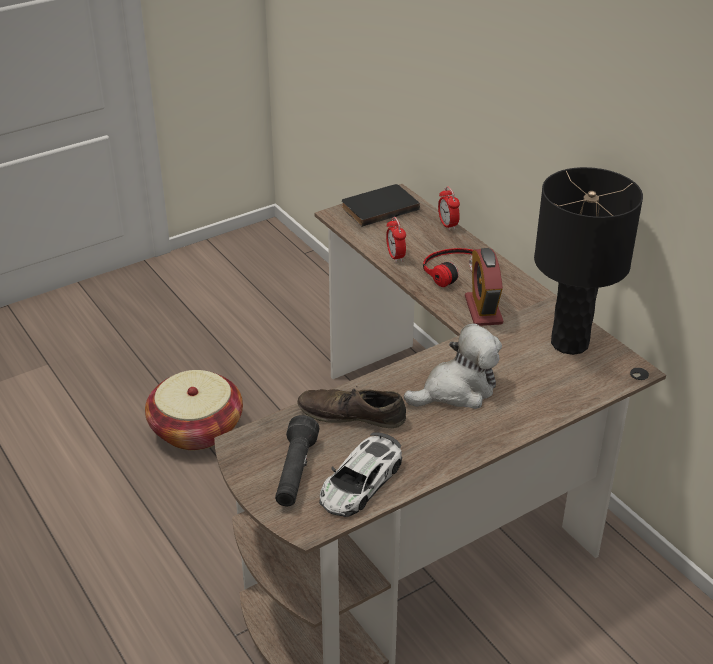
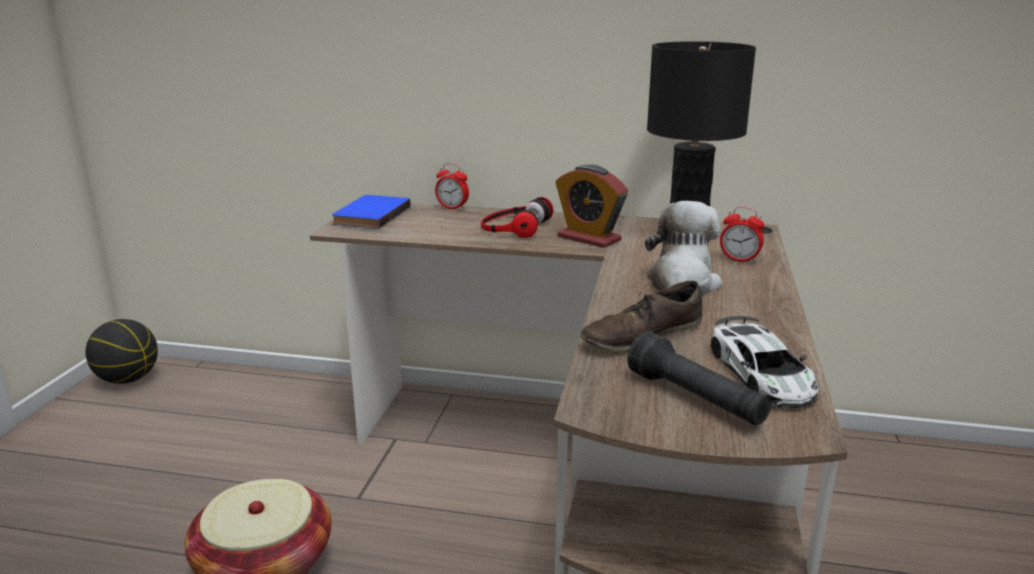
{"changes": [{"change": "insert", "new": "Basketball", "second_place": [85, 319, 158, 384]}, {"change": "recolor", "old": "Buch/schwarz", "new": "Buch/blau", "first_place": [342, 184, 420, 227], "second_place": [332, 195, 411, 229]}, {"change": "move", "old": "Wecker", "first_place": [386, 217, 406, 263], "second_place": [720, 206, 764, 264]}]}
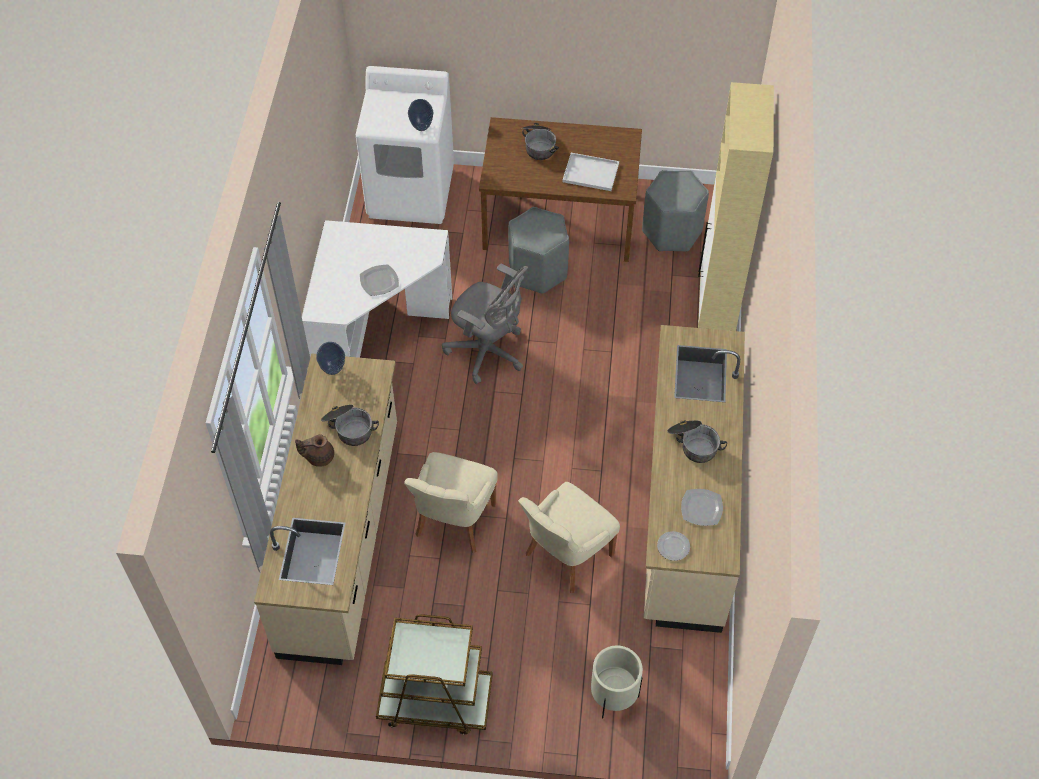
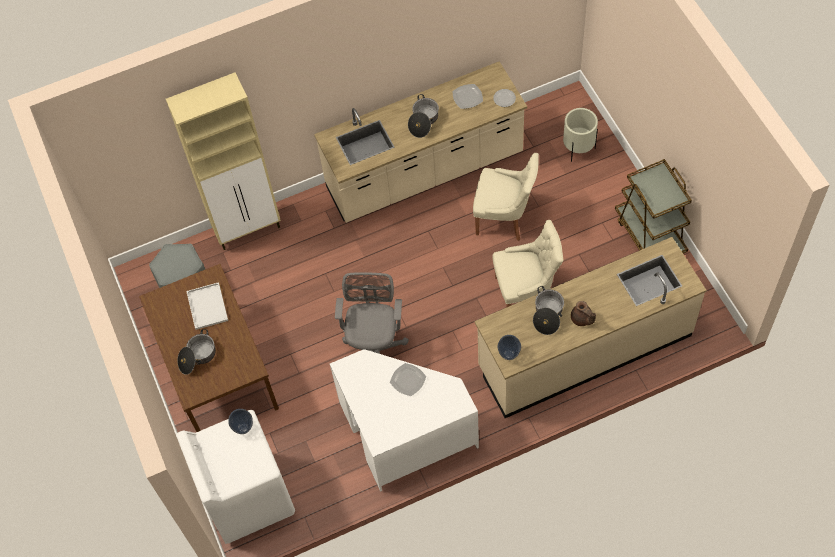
{"changes": [{"change": "delete", "old": "Hocker/grau", "first_place": [508, 207, 569, 293]}]}
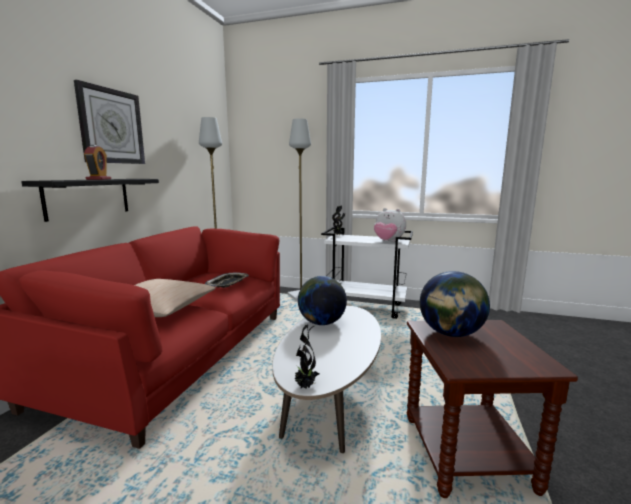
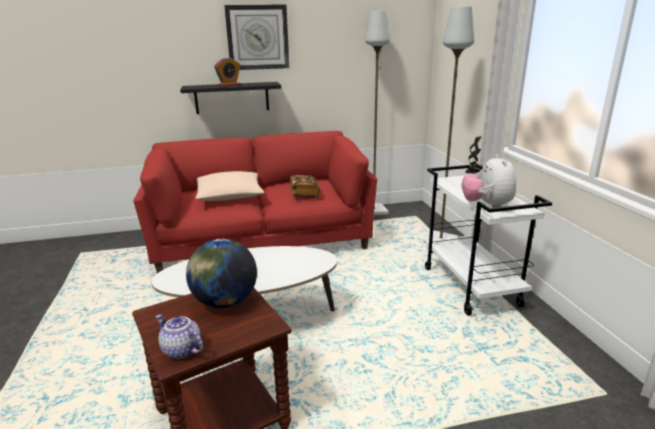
{"changes": [{"change": "insert", "new": "Teekanne", "second_place": [156, 315, 203, 359]}, {"change": "replace", "old": "Tablett", "new": "Buch", "first_place": [205, 272, 249, 288], "second_place": [290, 175, 320, 198]}, {"change": "delete", "old": "Topfpflanze", "first_place": [294, 324, 319, 389]}, {"change": "delete", "old": "Globus", "first_place": [298, 276, 347, 325]}]}
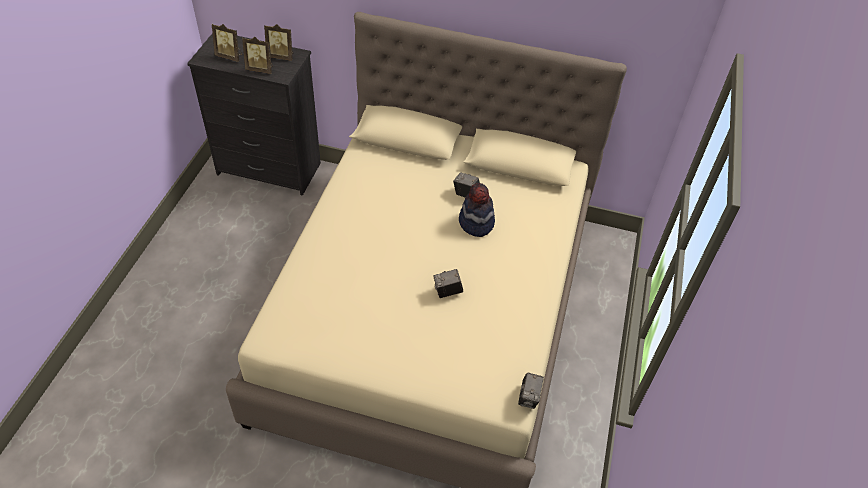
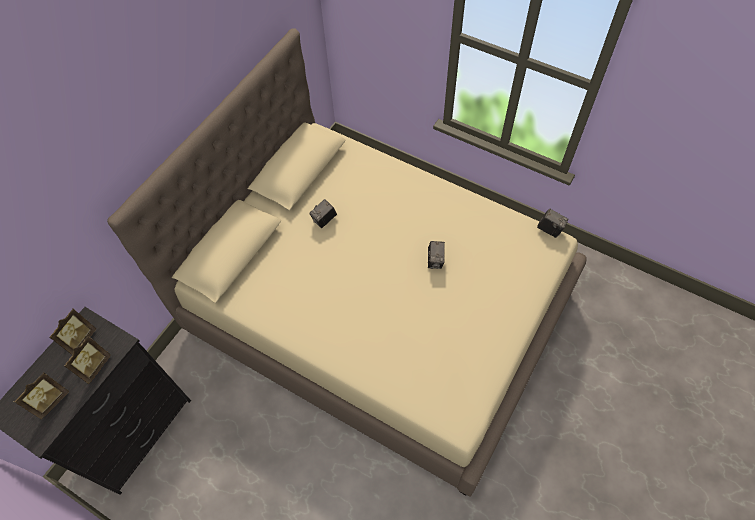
{"changes": [{"change": "delete", "old": "Hut", "first_place": [459, 183, 495, 237]}]}
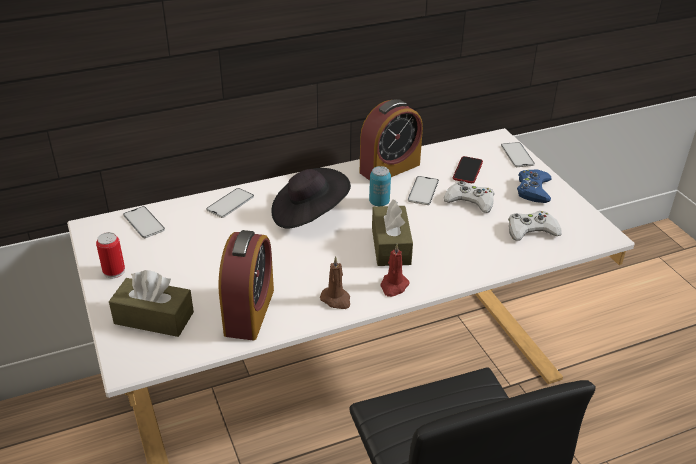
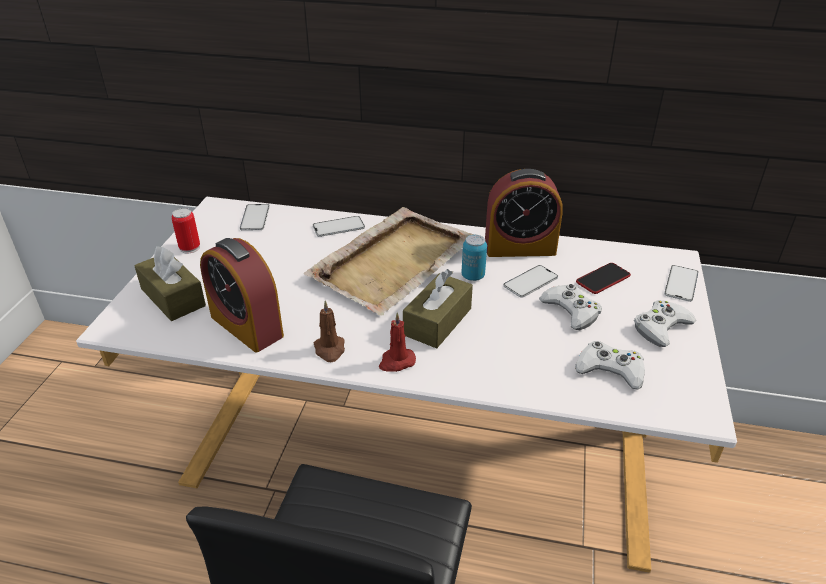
{"changes": [{"change": "rotate", "old": "Wecker", "first_place": [218, 230, 274, 340], "second_place": [200, 238, 284, 352], "degrees": 90}, {"change": "replace", "old": "Hut/schwarz", "new": "Tablett/beige", "first_place": [272, 168, 351, 229], "second_place": [304, 207, 473, 315]}, {"change": "recolor", "old": "Gamepad/blau", "new": "Gamepad/weiß", "first_place": [517, 170, 552, 203], "second_place": [634, 300, 696, 347]}]}
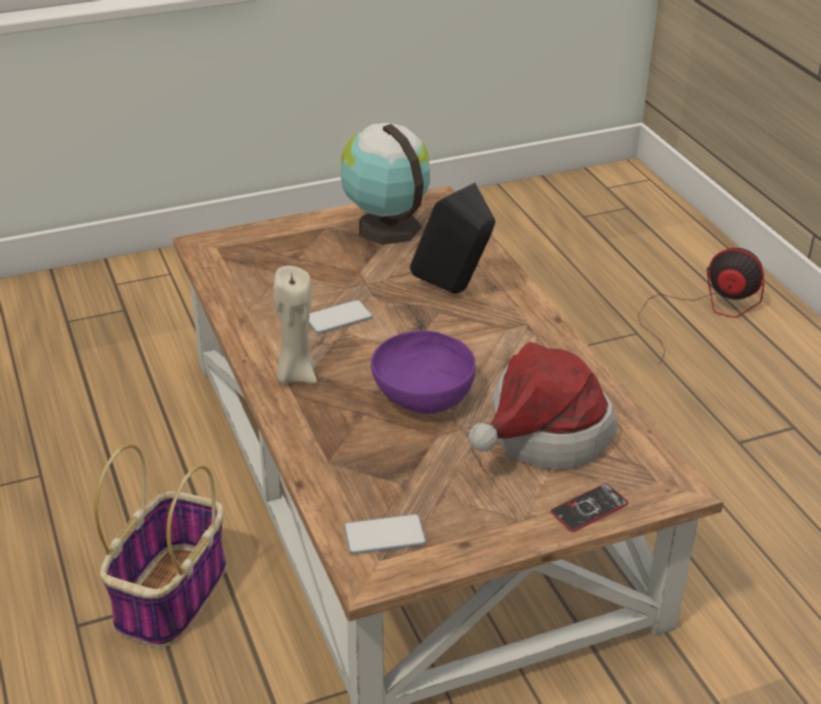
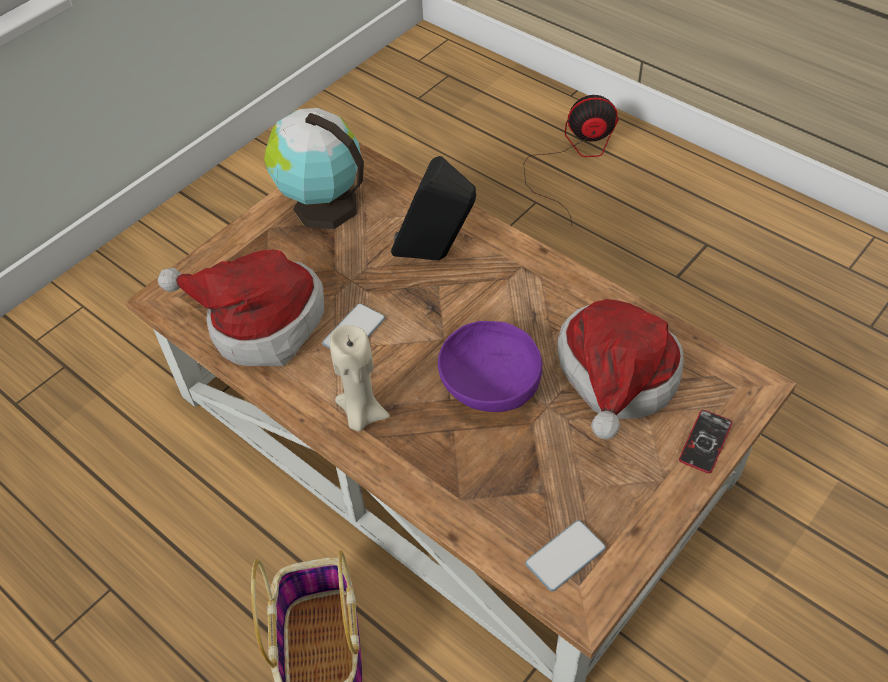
{"changes": [{"change": "insert", "new": "Hut", "second_place": [158, 249, 324, 366]}]}
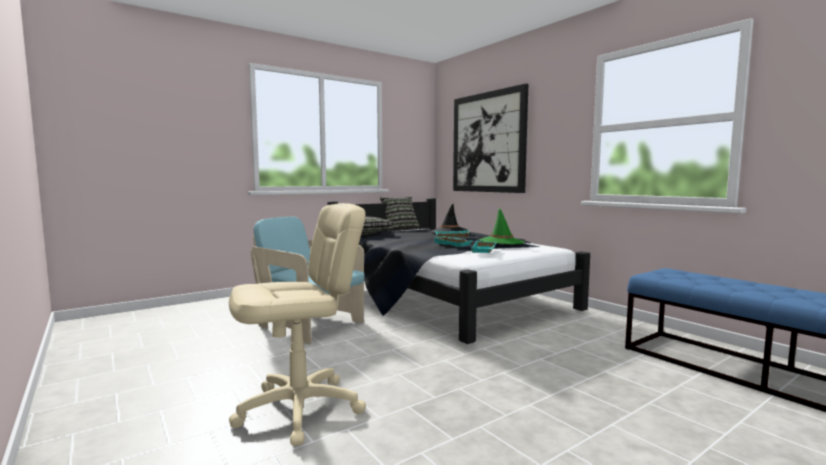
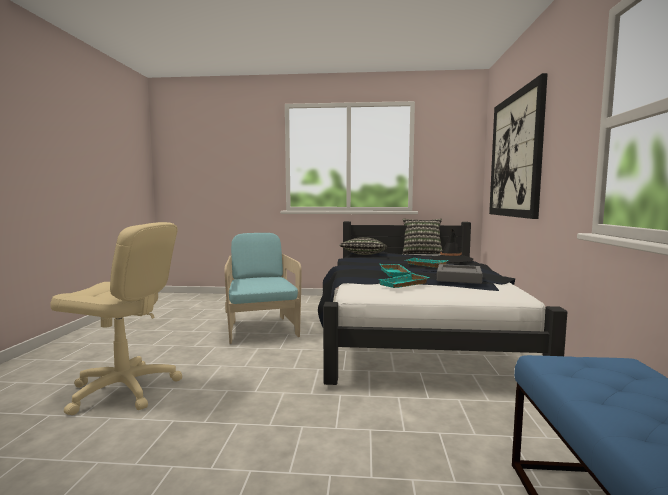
{"changes": [{"change": "replace", "old": "Hut/grün", "new": "Tablett/grau", "first_place": [479, 208, 525, 244], "second_place": [437, 264, 482, 284]}]}
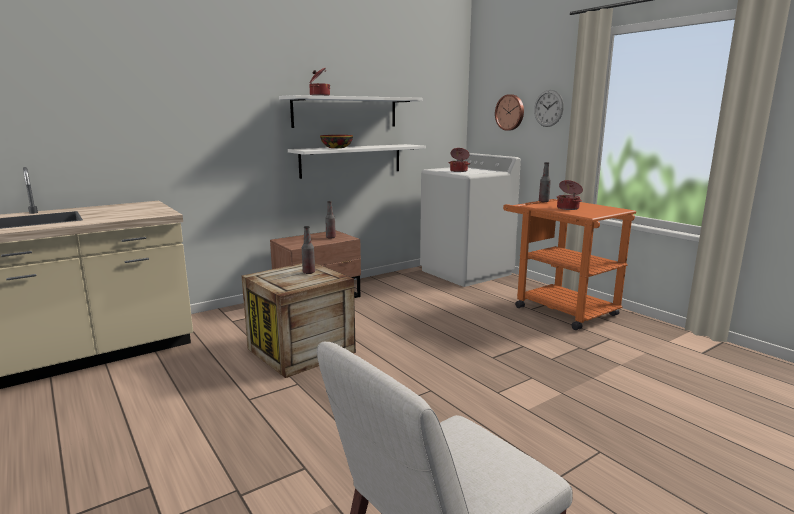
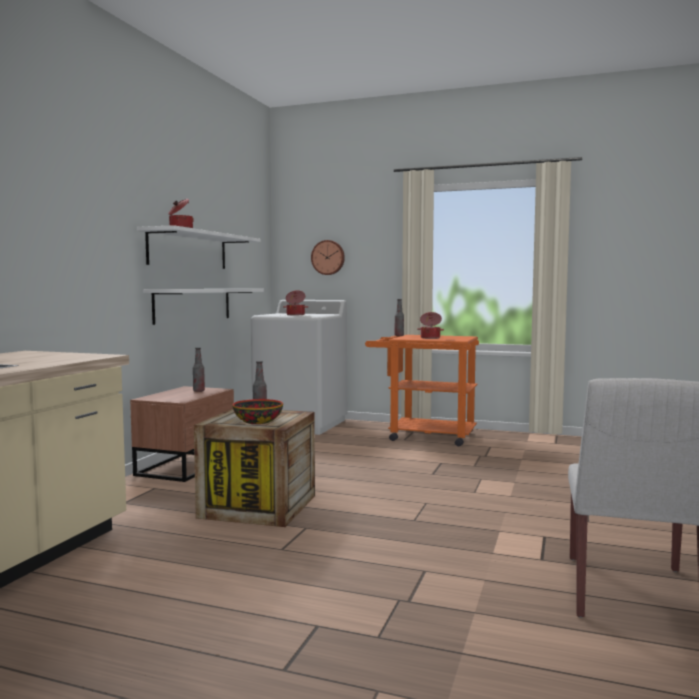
{"changes": [{"change": "move", "old": "Schüssel", "first_place": [320, 135, 353, 148], "second_place": [232, 399, 283, 424]}, {"change": "delete", "old": "Wanduhr", "first_place": [534, 90, 564, 127]}]}
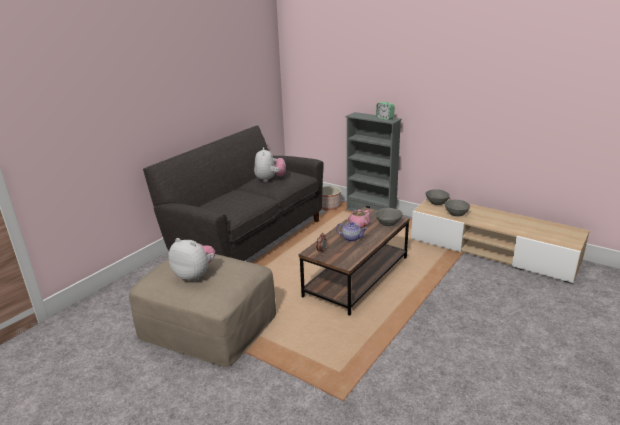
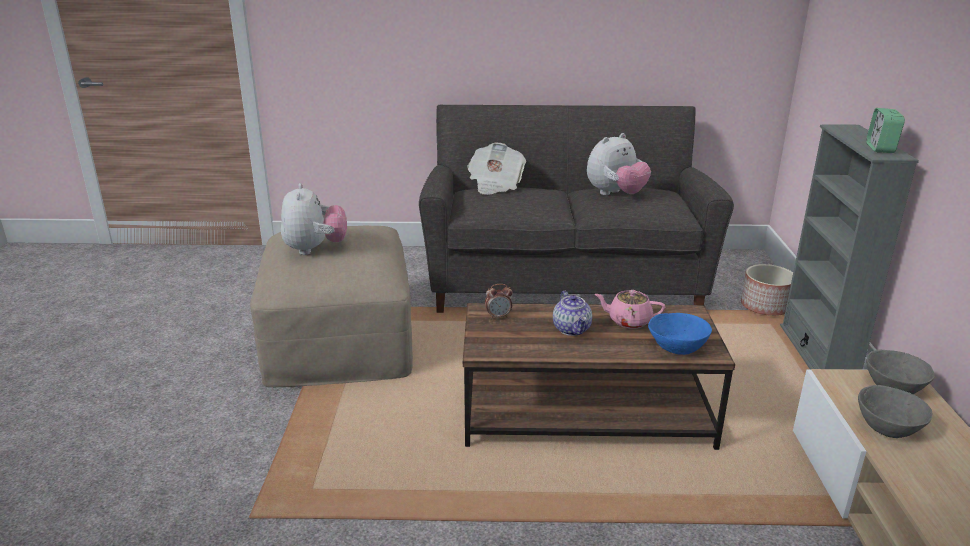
{"changes": [{"change": "insert", "new": "Zeitung", "second_place": [467, 143, 526, 195]}, {"change": "recolor", "old": "Schüssel/grau", "new": "Schüssel/blau", "first_place": [375, 208, 403, 226], "second_place": [648, 313, 712, 355]}]}
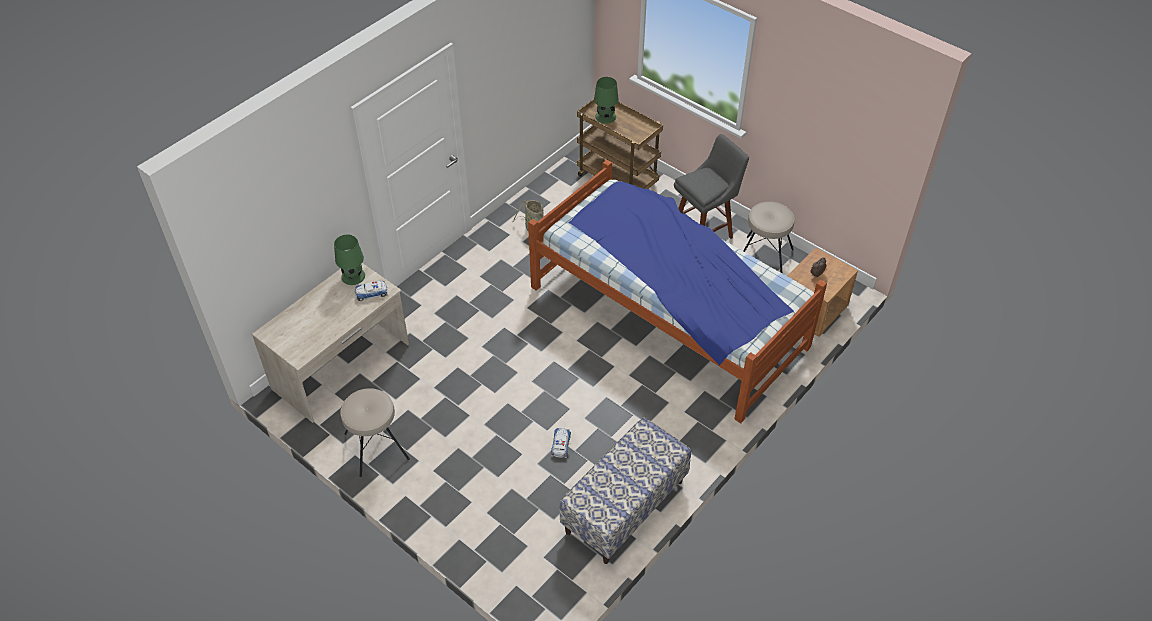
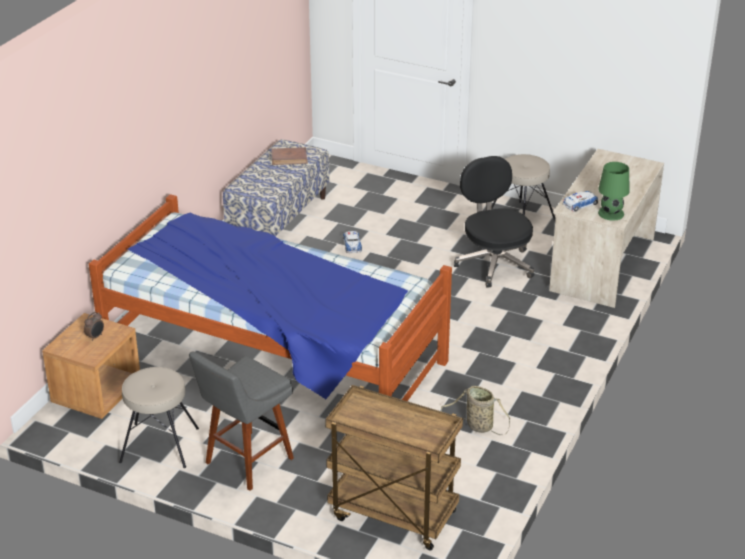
{"changes": [{"change": "insert", "new": "Buch/braun", "second_place": [271, 147, 308, 165]}, {"change": "insert", "new": "Bürostuhl/schwarz", "second_place": [454, 156, 534, 288]}, {"change": "delete", "old": "Tischlampe/grün", "first_place": [594, 77, 619, 124]}]}
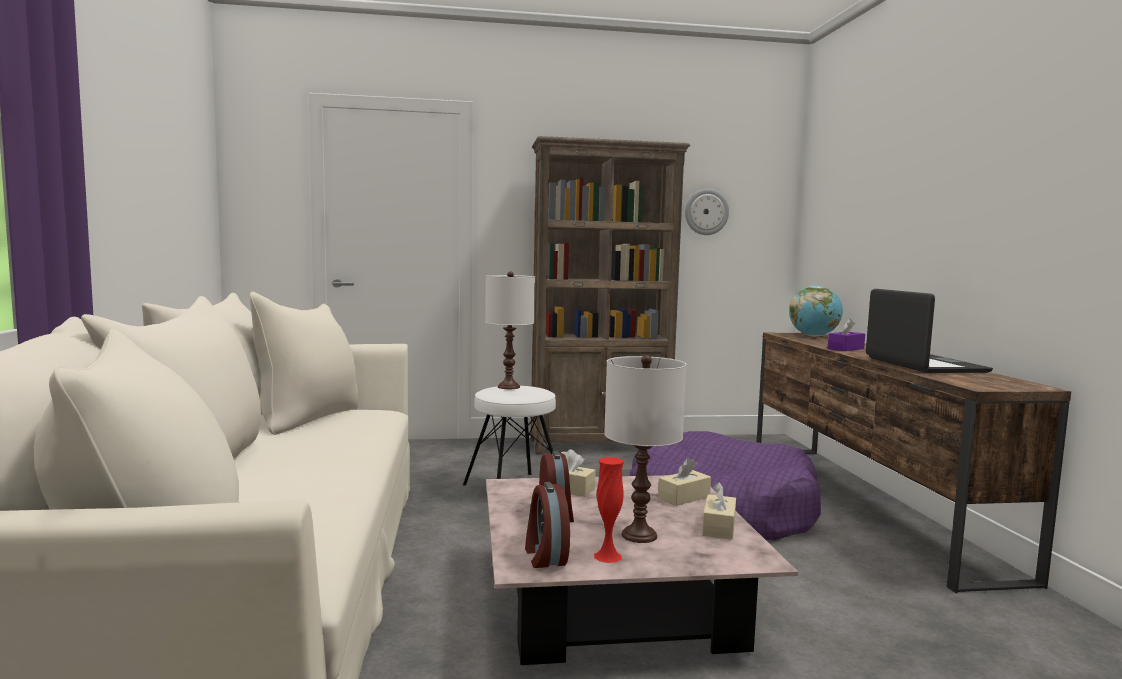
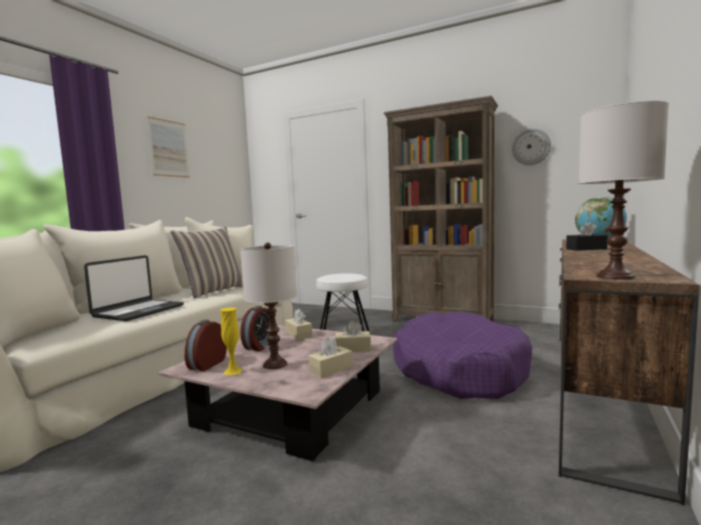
{"changes": [{"change": "move", "old": "Laptop", "first_place": [866, 289, 993, 373], "second_place": [84, 255, 184, 321]}, {"change": "insert", "new": "Bild", "second_place": [147, 116, 190, 178]}, {"change": "insert", "new": "Kissen", "second_place": [171, 227, 243, 299]}, {"change": "recolor", "old": "Vase/rot", "new": "Vase/gelb", "first_place": [594, 457, 624, 563], "second_place": [220, 307, 243, 375]}, {"change": "recolor", "old": "Taschentuchbox/lila", "new": "Taschentuchbox/schwarz", "first_place": [828, 318, 865, 351], "second_place": [566, 222, 608, 251]}, {"change": "move", "old": "Tischlampe/weiß", "first_place": [485, 272, 535, 389], "second_place": [578, 101, 669, 280]}]}
